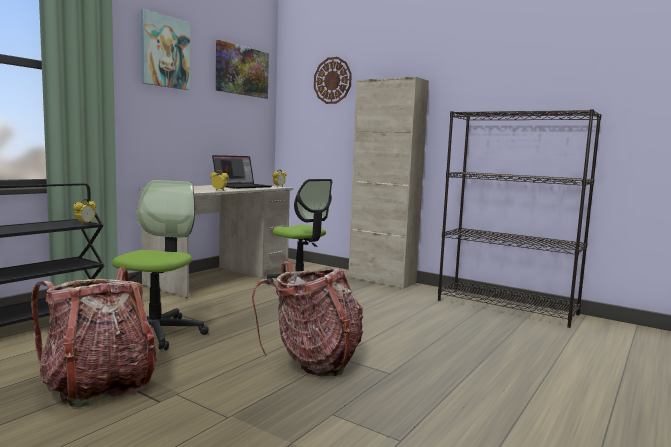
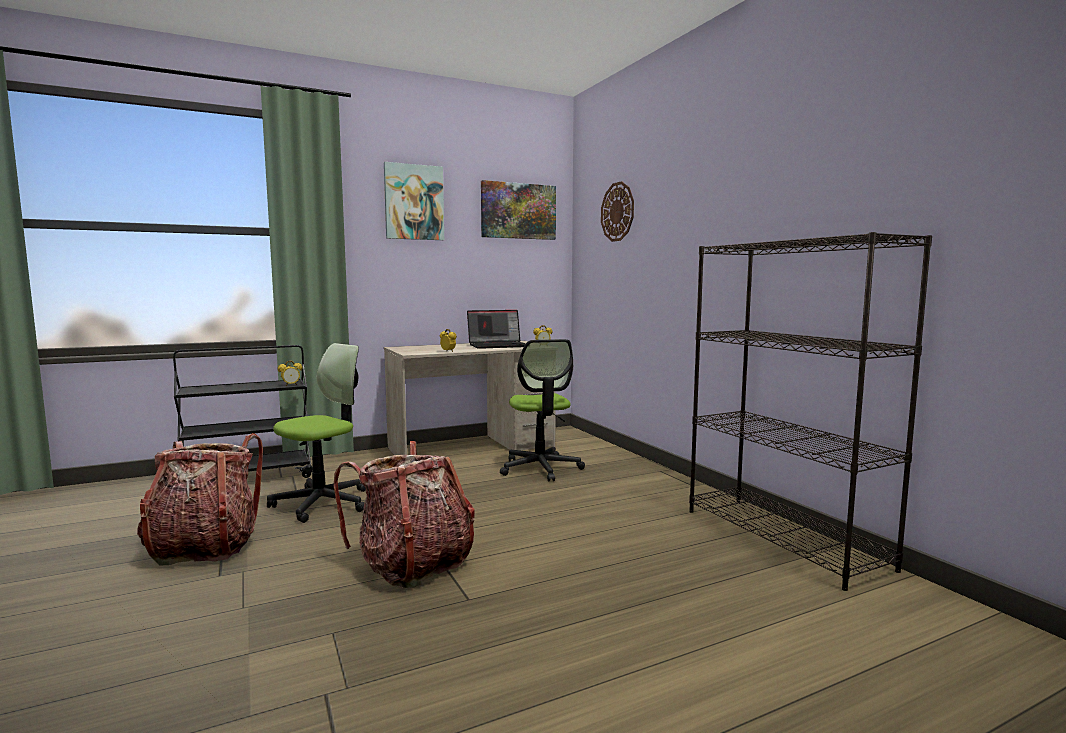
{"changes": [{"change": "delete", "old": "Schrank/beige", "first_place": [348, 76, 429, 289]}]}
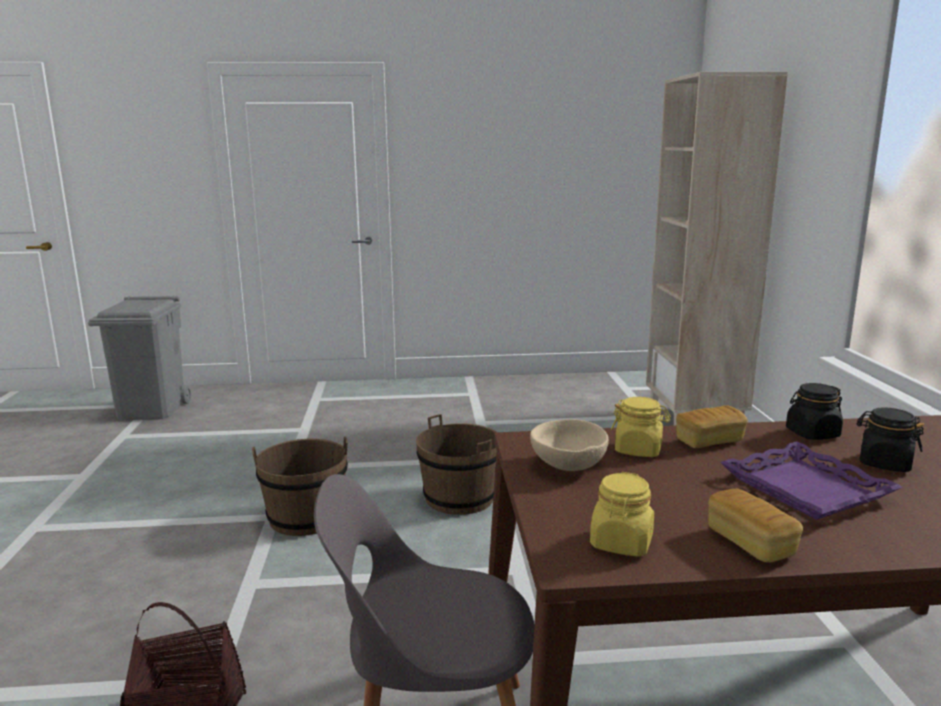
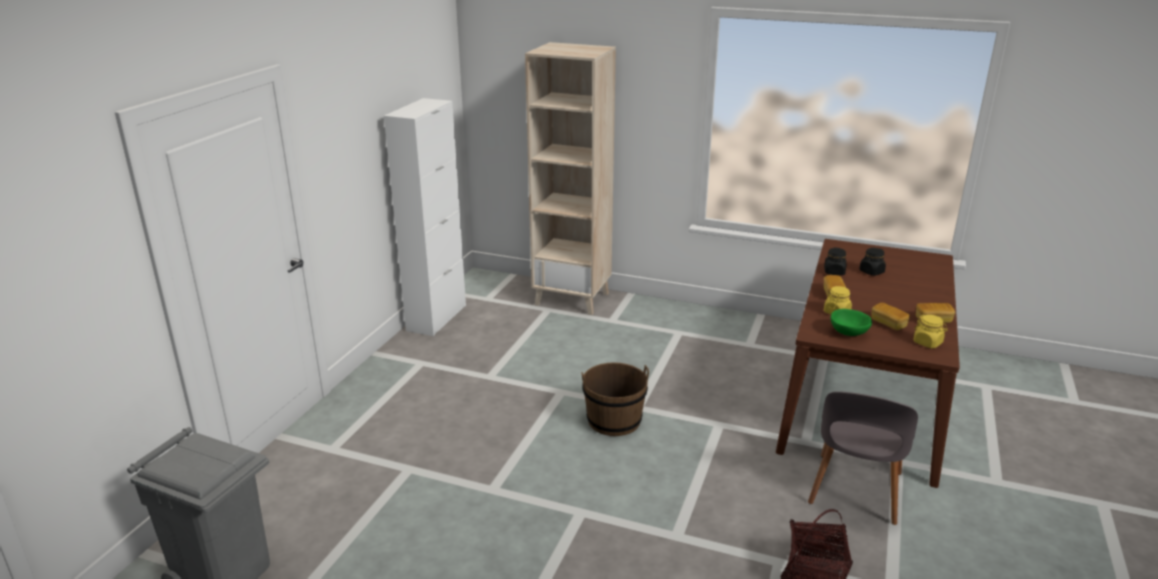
{"changes": [{"change": "insert", "new": "Schrank/weiß", "second_place": [384, 98, 466, 336]}, {"change": "recolor", "old": "Schüssel/beige", "new": "Schüssel/grün", "first_place": [530, 419, 609, 471], "second_place": [831, 309, 872, 336]}, {"change": "insert", "new": "Brot", "second_place": [871, 303, 910, 331]}, {"change": "delete", "old": "Eimer/braun", "first_place": [252, 436, 348, 536]}, {"change": "delete", "old": "Tablett/lila", "first_place": [720, 441, 902, 520]}]}
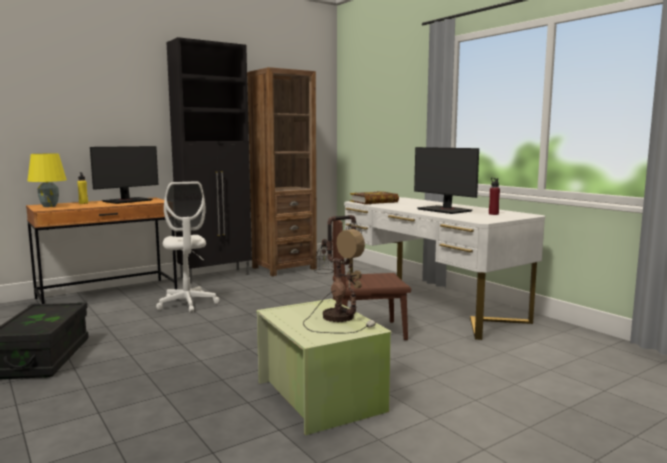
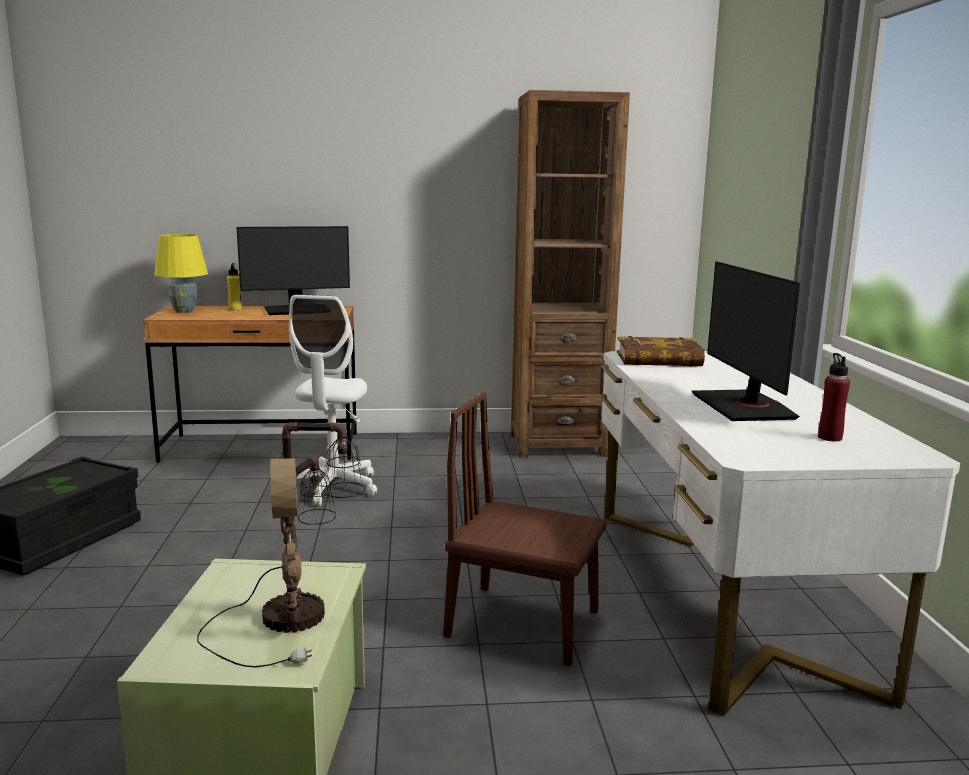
{"changes": [{"change": "delete", "old": "Schrank/schwarz", "first_place": [166, 37, 252, 284]}]}
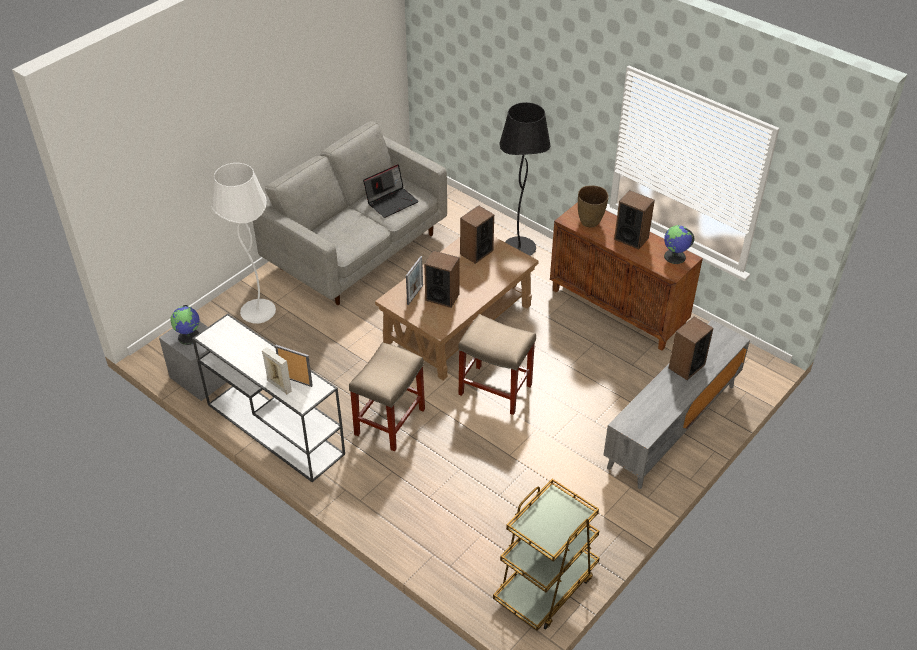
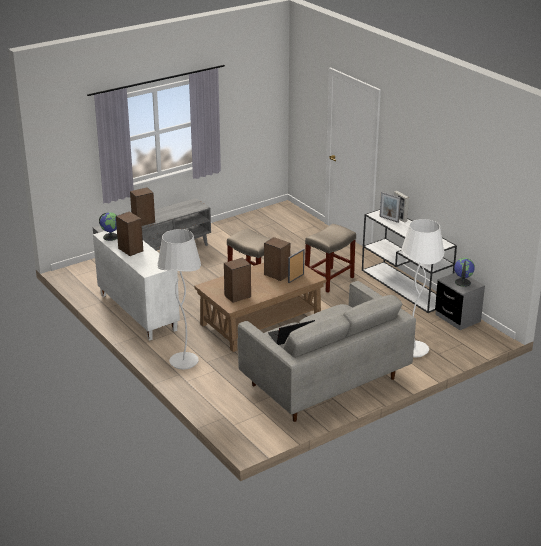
{"changes": [{"change": "recolor", "old": "Schrank/braun", "new": "Schrank/weiß", "first_place": [550, 202, 703, 351], "second_place": [93, 230, 180, 341]}, {"change": "recolor", "old": "Stehlampe/schwarz", "new": "Stehlampe/weiß", "first_place": [499, 102, 551, 256], "second_place": [157, 229, 201, 370]}, {"change": "delete", "old": "Rollwagen/braun", "first_place": [493, 479, 599, 631]}, {"change": "delete", "old": "Vase/braun", "first_place": [578, 185, 609, 227]}]}
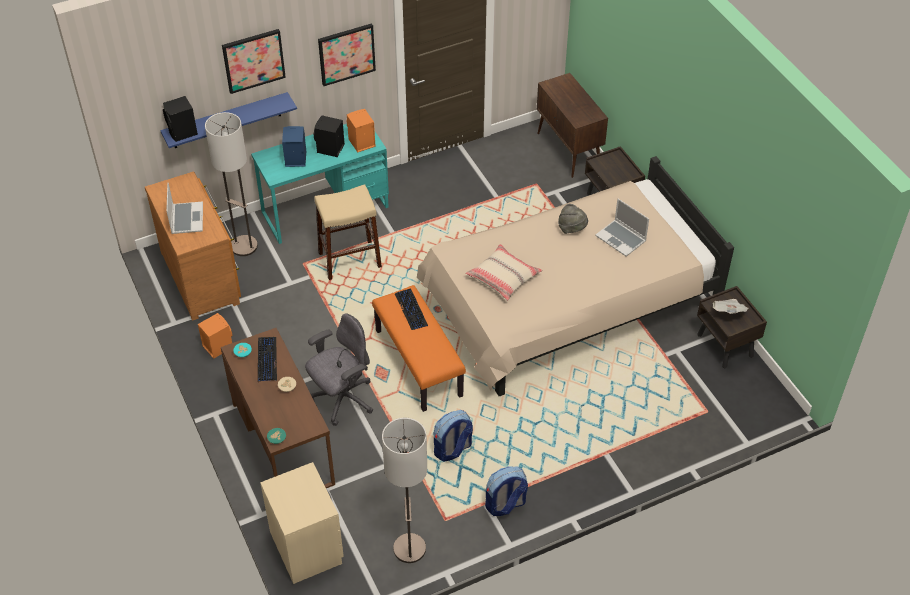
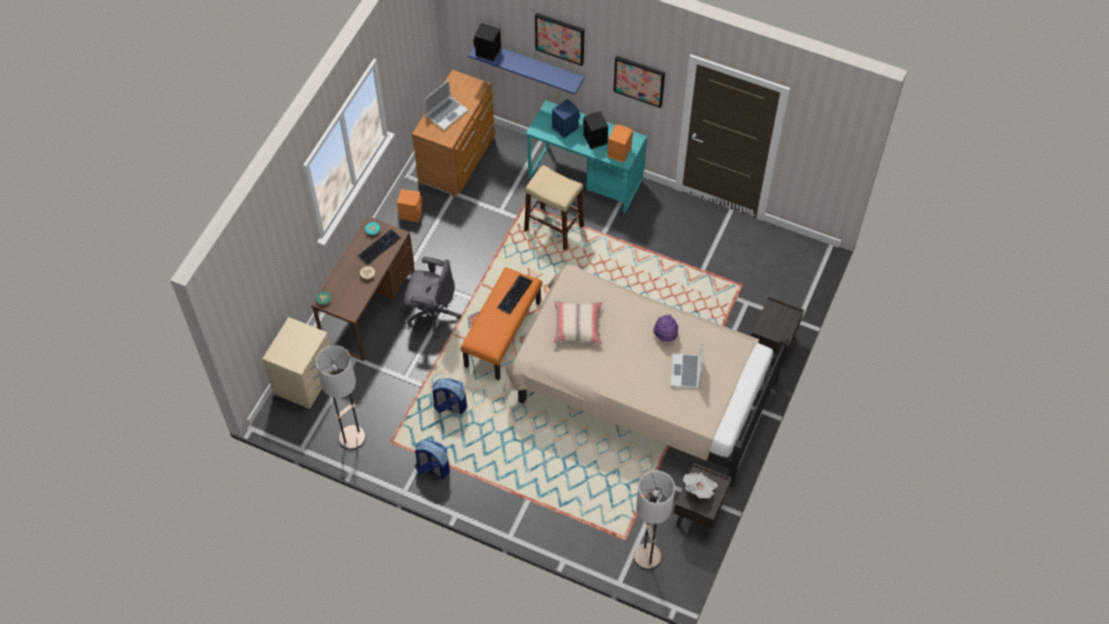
{"changes": [{"change": "move", "old": "Stehlampe", "first_place": [205, 112, 258, 256], "second_place": [634, 471, 675, 570]}, {"change": "recolor", "old": "Hut/grau", "new": "Hut/lila", "first_place": [558, 204, 588, 234], "second_place": [653, 315, 678, 342]}, {"change": "delete", "old": "Schrank/braun", "first_place": [537, 73, 608, 178]}]}
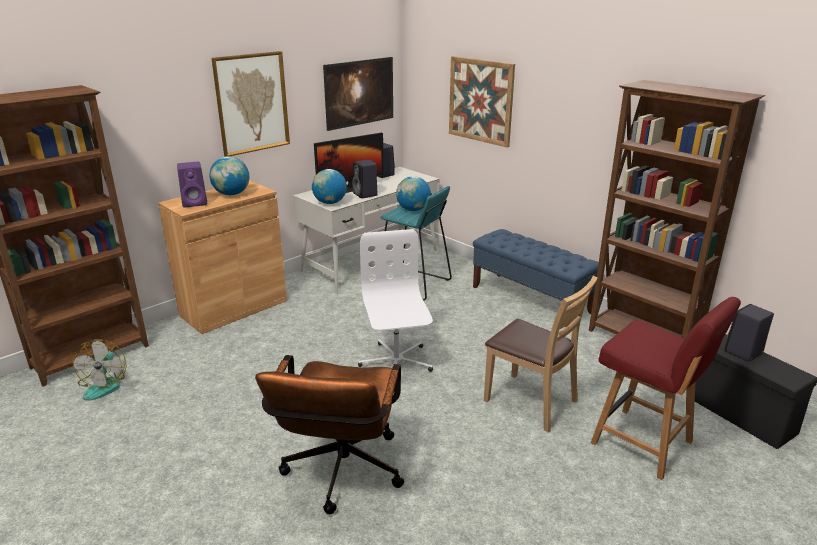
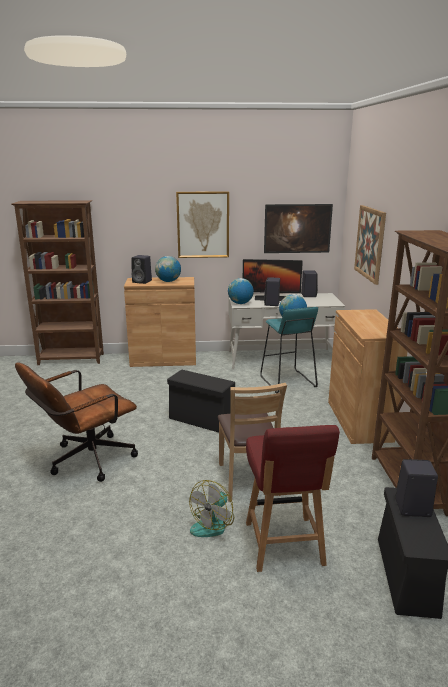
{"changes": [{"change": "recolor", "old": "Lautsprecher/lila", "new": "Lautsprecher/schwarz", "first_place": [177, 162, 207, 207], "second_place": [131, 255, 152, 284]}, {"change": "replace", "old": "Bürostuhl/weiß", "new": "Aufbewahrungsbox/schwarz", "first_place": [358, 229, 433, 372], "second_place": [167, 370, 235, 433]}, {"change": "move", "old": "Ventilator", "first_place": [73, 339, 126, 401], "second_place": [189, 480, 234, 537]}, {"change": "replace", "old": "Bank/blau", "new": "Schrank/braun", "first_place": [473, 229, 599, 328], "second_place": [328, 309, 408, 444]}]}
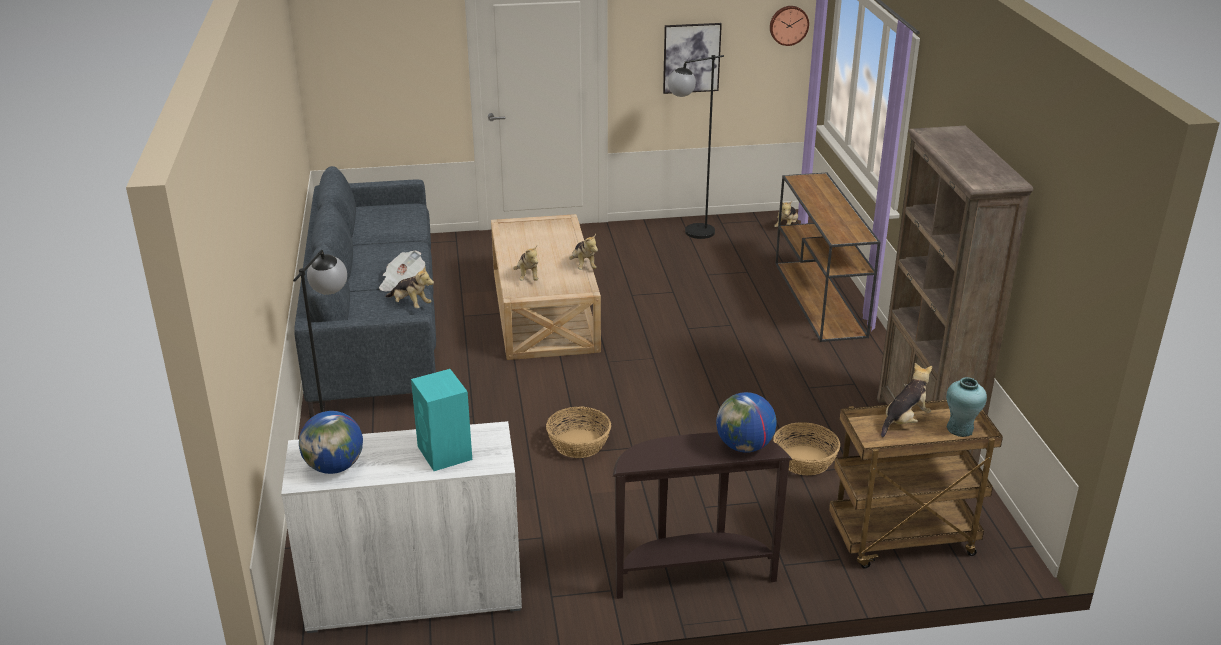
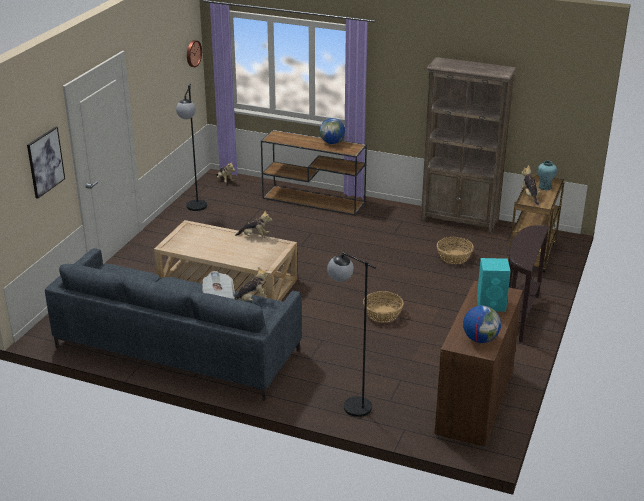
{"changes": [{"change": "move", "old": "Bild", "first_place": [663, 23, 722, 94], "second_place": [27, 127, 65, 199]}, {"change": "move", "old": "Globus", "first_place": [716, 392, 777, 453], "second_place": [320, 118, 345, 144]}, {"change": "recolor", "old": "Schrank/weiß", "new": "Schrank/braun", "first_place": [281, 421, 522, 633], "second_place": [434, 281, 523, 448]}, {"change": "delete", "old": "Plüschtier", "first_place": [513, 246, 538, 281]}]}
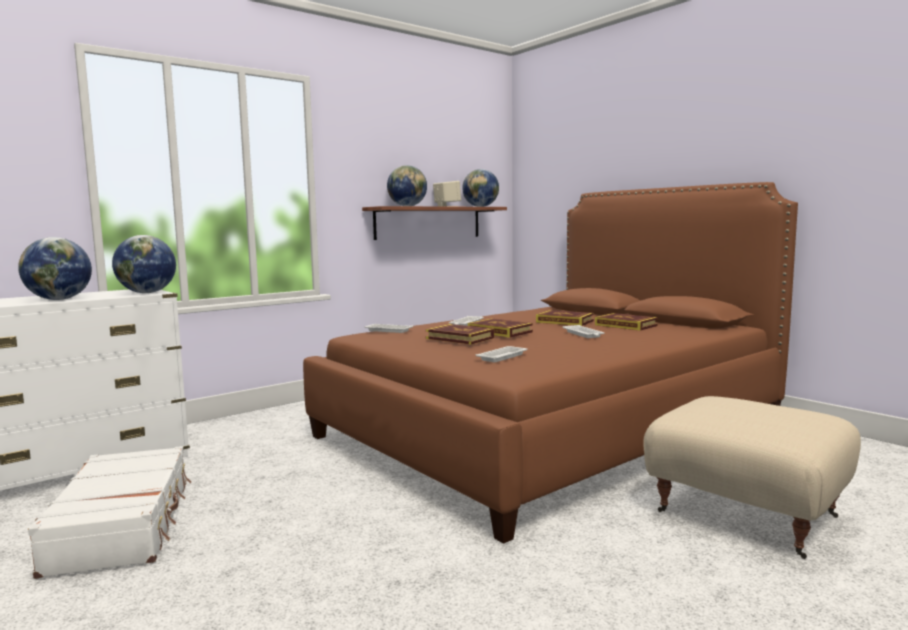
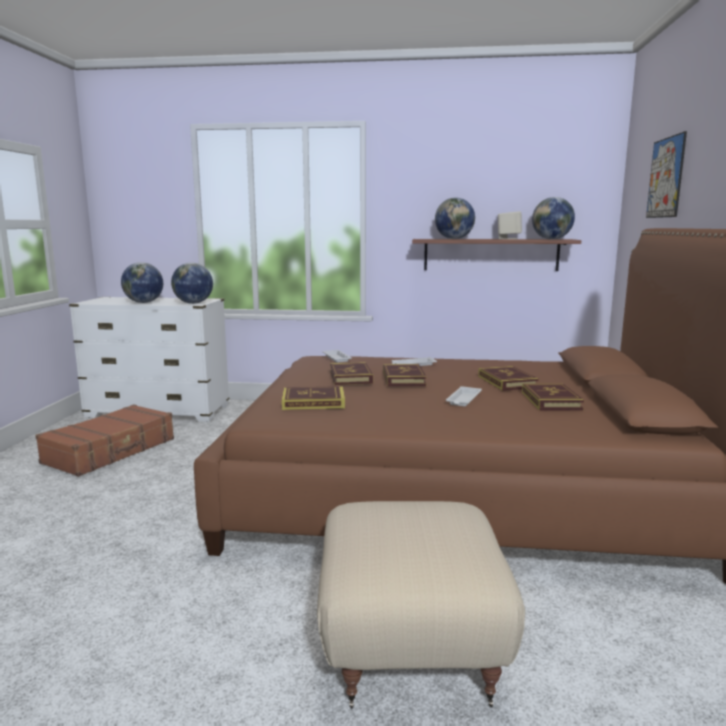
{"changes": [{"change": "recolor", "old": "Koffer/weiß", "new": "Koffer/braun", "first_place": [28, 446, 191, 579], "second_place": [35, 404, 174, 477]}, {"change": "replace", "old": "Tablett/weiß", "new": "Buch", "first_place": [476, 346, 528, 362], "second_place": [282, 386, 345, 410]}, {"change": "insert", "new": "Bild", "second_place": [646, 131, 687, 218]}]}
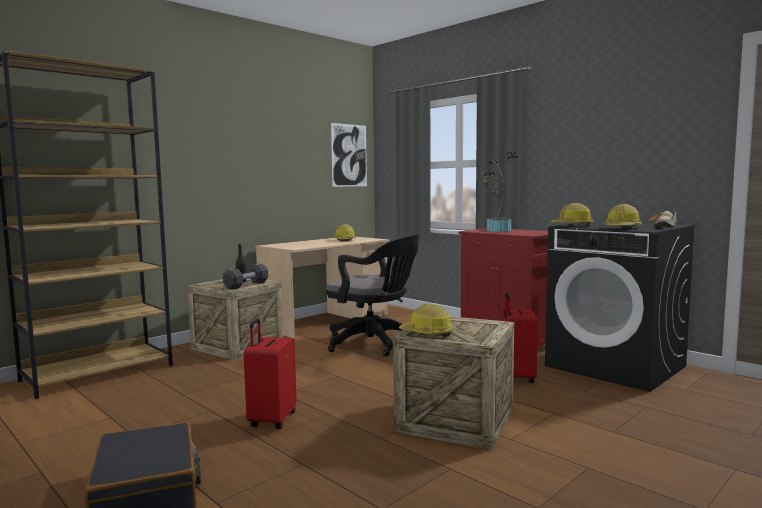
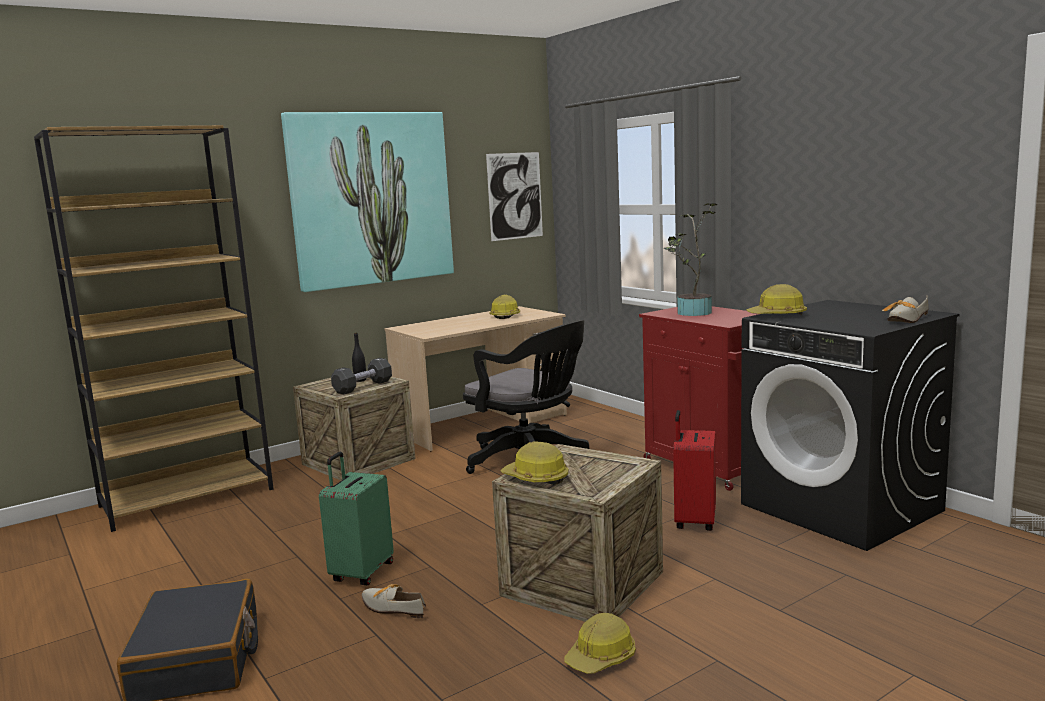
{"changes": [{"change": "insert", "new": "Bild", "second_place": [281, 112, 454, 292]}, {"change": "recolor", "old": "Koffer/rot", "new": "Koffer/grün", "first_place": [244, 319, 296, 429], "second_place": [319, 452, 394, 585]}, {"change": "insert", "new": "Schuh", "second_place": [362, 584, 426, 619]}, {"change": "move", "old": "Schutzhelm", "first_place": [604, 204, 642, 227], "second_place": [564, 613, 636, 674]}]}
